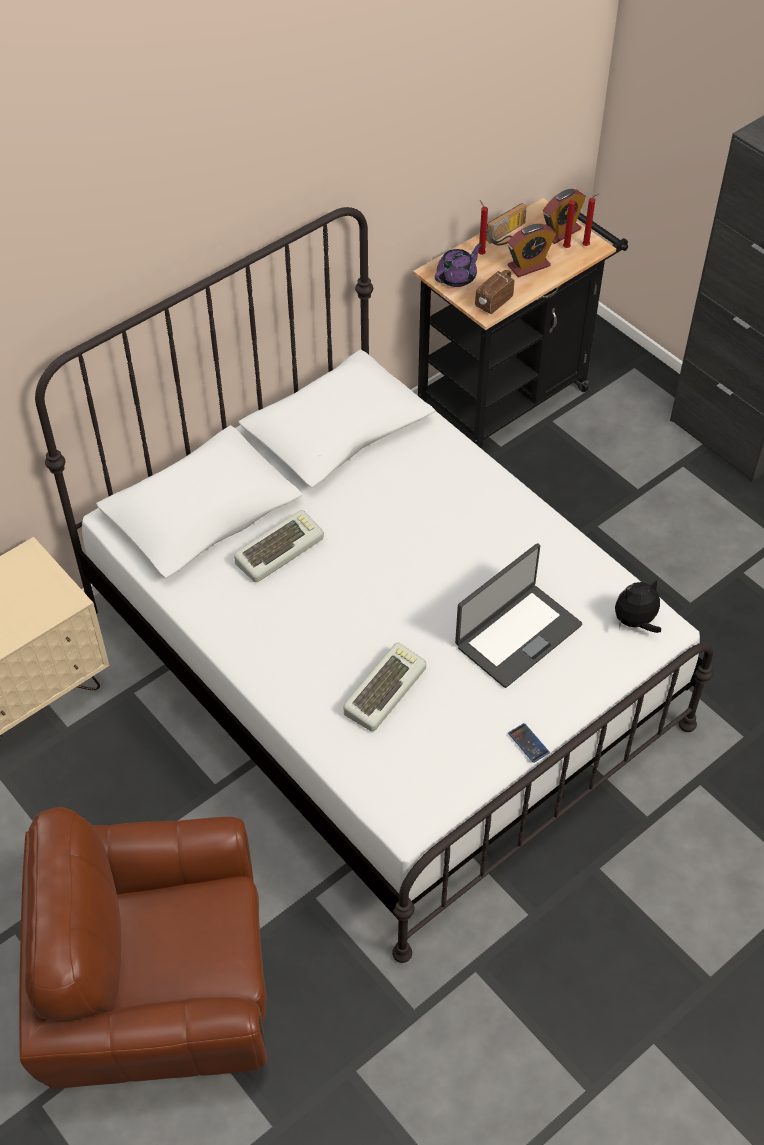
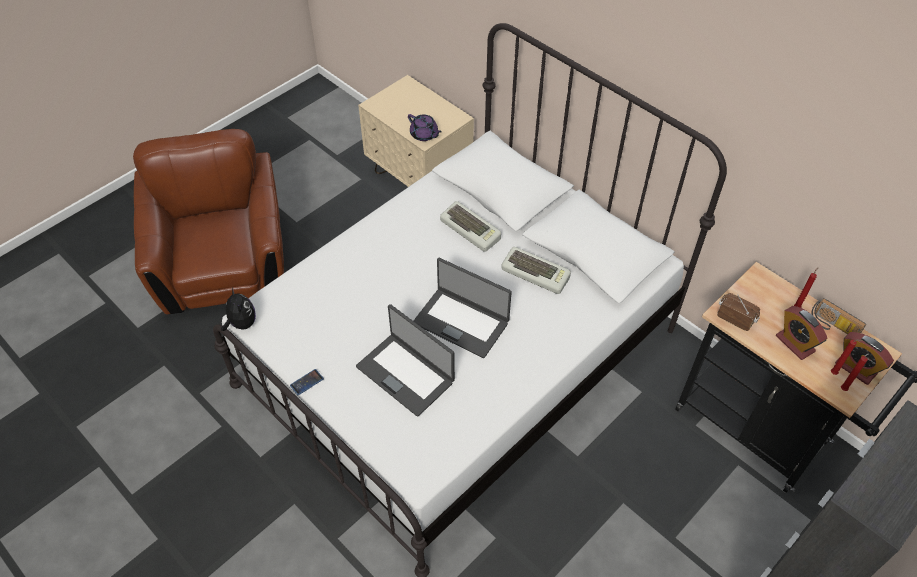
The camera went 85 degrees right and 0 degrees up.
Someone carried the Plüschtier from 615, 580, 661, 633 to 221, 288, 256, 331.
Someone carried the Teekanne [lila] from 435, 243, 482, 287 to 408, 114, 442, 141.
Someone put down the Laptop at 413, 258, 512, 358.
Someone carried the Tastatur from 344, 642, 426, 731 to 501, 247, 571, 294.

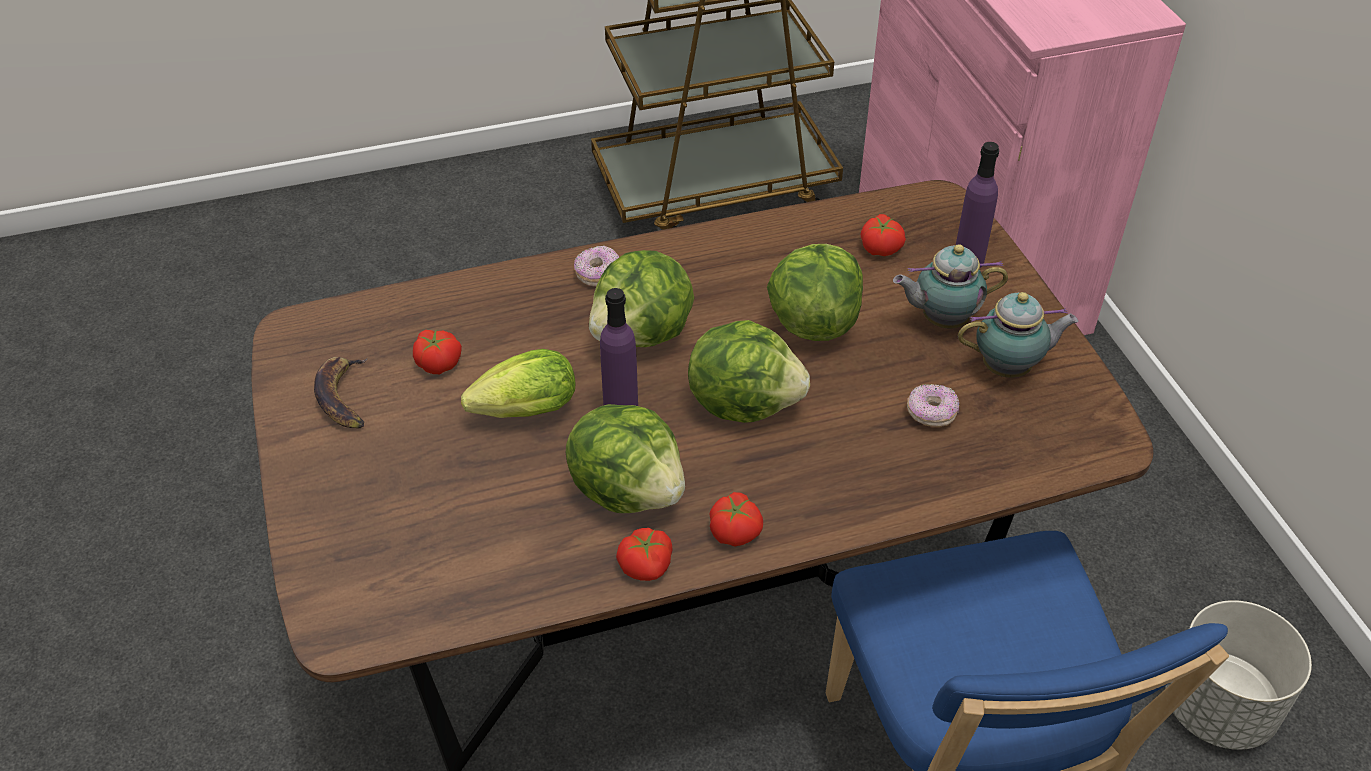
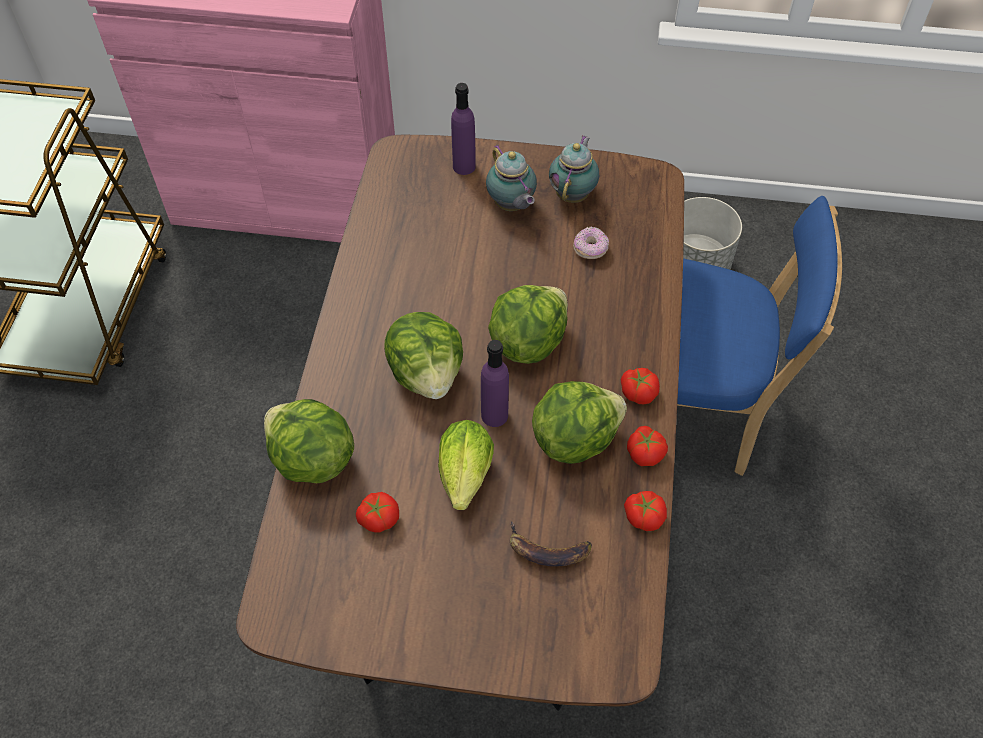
The camera went 65 degrees left and 10 degrees up.
Someone carried the Salatkopf from 767, 244, 863, 341 to 264, 399, 354, 483.
Someone rotated the Teekanne at 893, 244, 1008, 329 by 45 degrees counterclockwise.
Someone carried the Banane from 314, 357, 368, 428 to 510, 521, 592, 567.
Someone carried the Tomate from 861, 214, 906, 256 to 624, 491, 667, 531.
Someone took away the Donut at 574, 246, 619, 287.

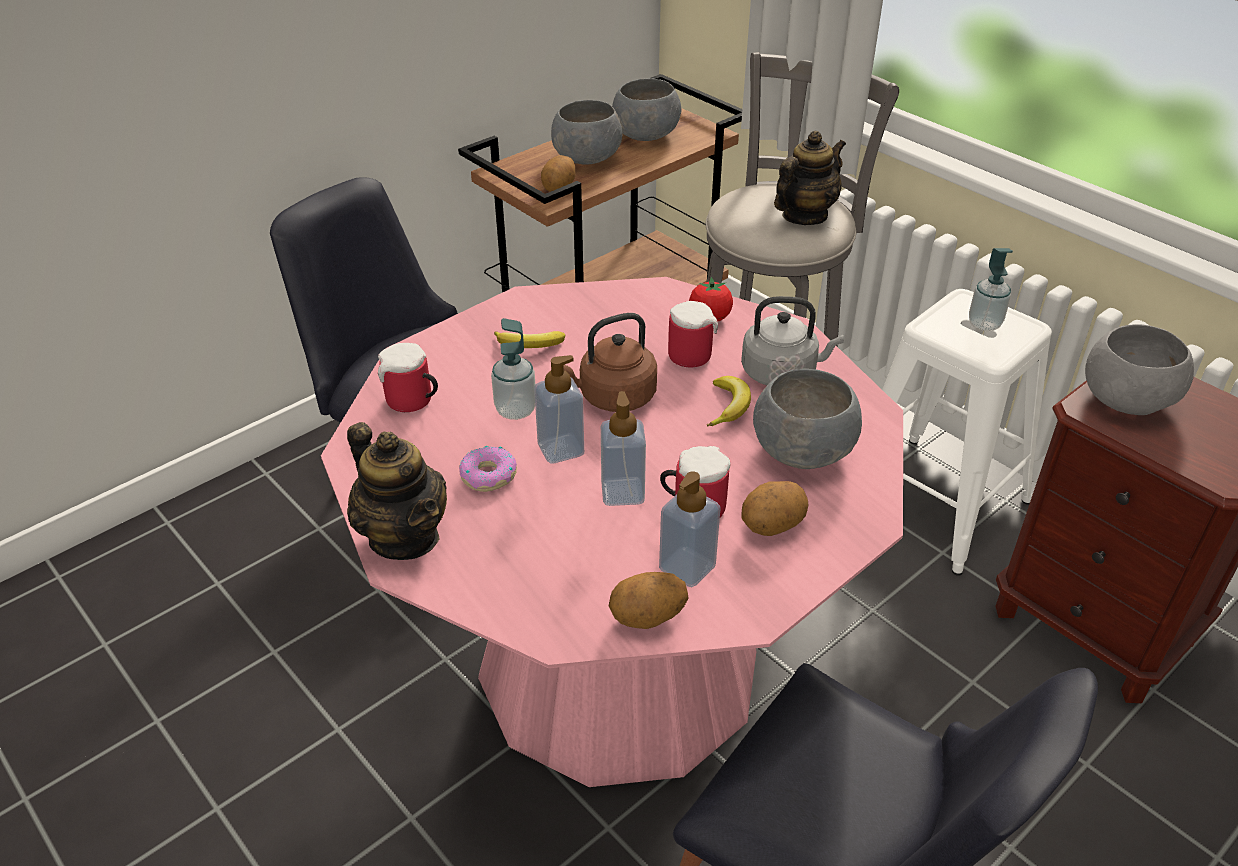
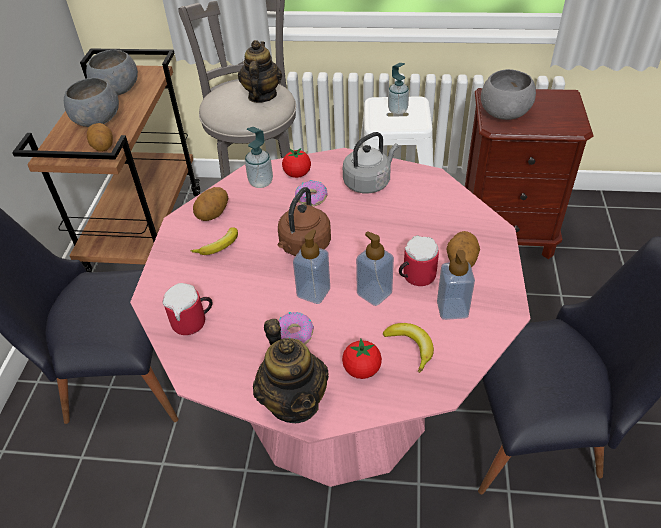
The camera went 40 degrees left and 5 degrees up.
Someone carried the Kartoffel from 609, 572, 688, 629 to 193, 187, 229, 221.
Someone carried the Seifenspender from 491, 318, 535, 420 to 245, 127, 273, 188.
Someone rotated the Teekanne at 347, 422, 447, 560 by 60 degrees clockwise.
Someone swapped the Henkelbecher at 668, 301, 718, 367 for the Donut at 295, 180, 328, 206.
Someone put down the Tomate at 342, 339, 382, 379.
Someone carried the Banane from 707, 376, 751, 426 to 383, 323, 434, 373.
Someone took away the Schüssel [grau] at 753, 369, 862, 469.

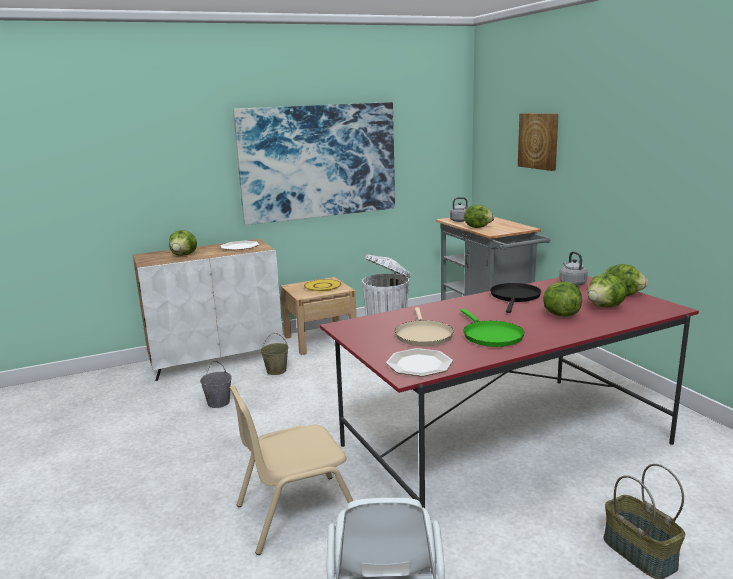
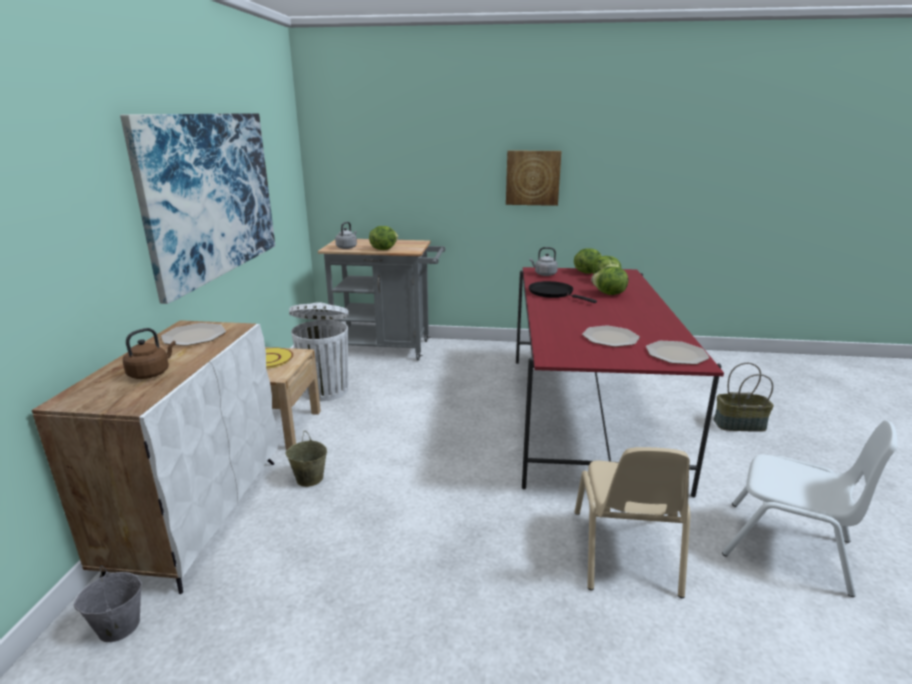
The camera went 60 degrees left and 5 degrees up.
Someone carried the Eimer [grau] from 200, 361, 232, 408 to 74, 565, 142, 642.
Someone swapped the Salatkopf at 169, 230, 197, 256 for the Wasserkessel [braun] at 123, 328, 176, 379.
Someone carried the Bild from 518, 113, 559, 171 to 506, 151, 562, 206.
Someone swapped the Pfanne [beige] at 395, 307, 454, 346 for the Teller at 582, 325, 640, 347.
Someone took away the Pfanne [grün] at 460, 309, 525, 347.

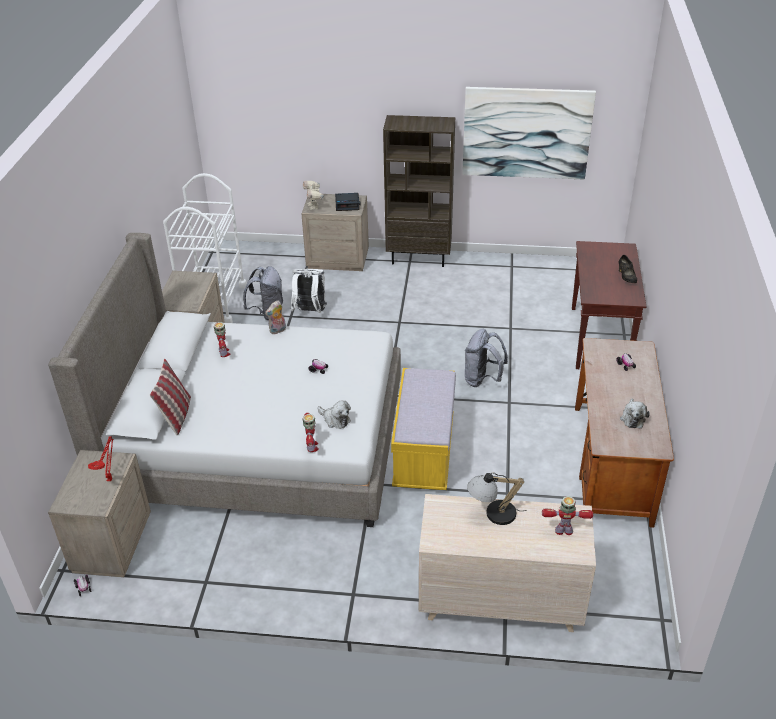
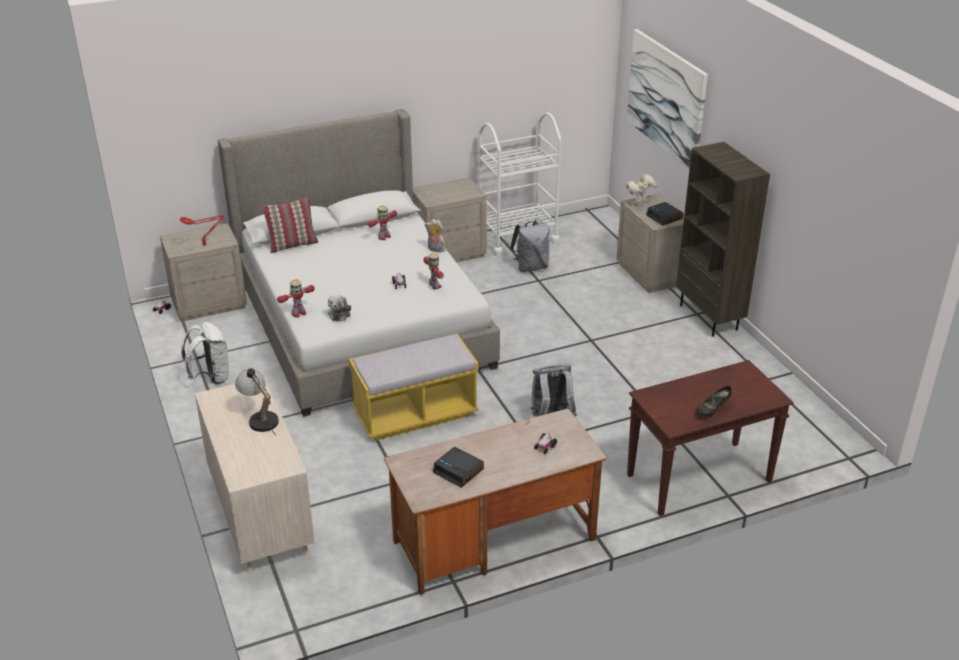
The camera went 60 degrees right and 5 degrees down.
Someone carried the Rucksack [weiß] from 291, 269, 327, 313 to 181, 322, 229, 385.
Someone carried the Spielzeugroboter from 542, 496, 593, 535 to 423, 253, 444, 289.
Someone swapped the Plüschtier at 620, 399, 650, 428 for the Wecker at 433, 447, 484, 488.
Someone carried the Bild from 462, 87, 596, 180 to 627, 29, 708, 169.

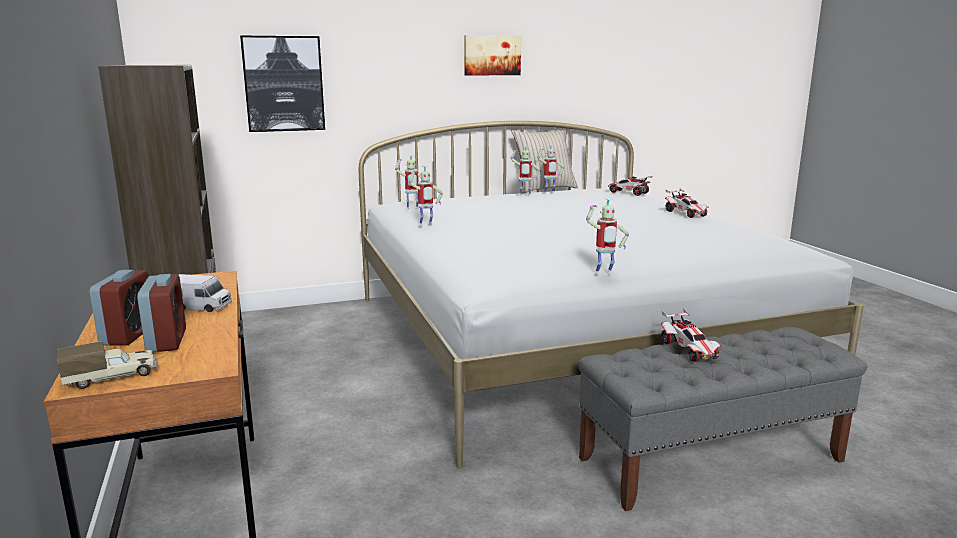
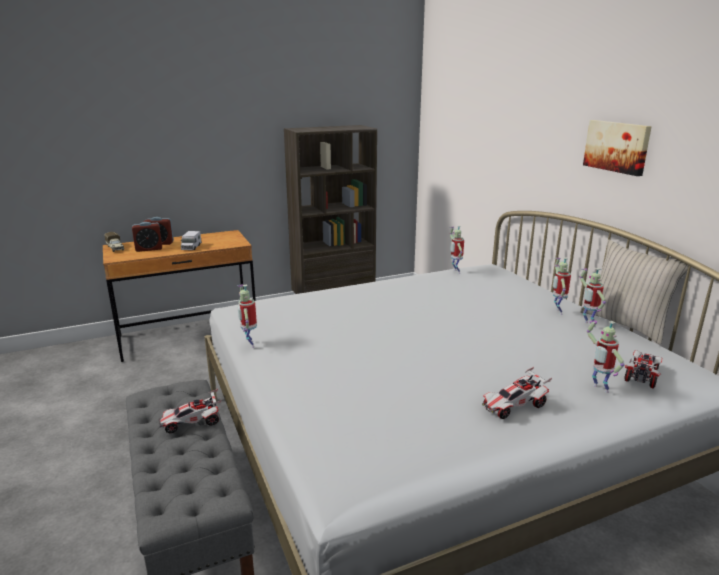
The camera went 85 degrees right and 5 degrees up.
Someone carried the Spielzeugroboter from 409, 166, 443, 226 to 587, 321, 624, 393.
Someone took away the Bild at 240, 36, 325, 132.

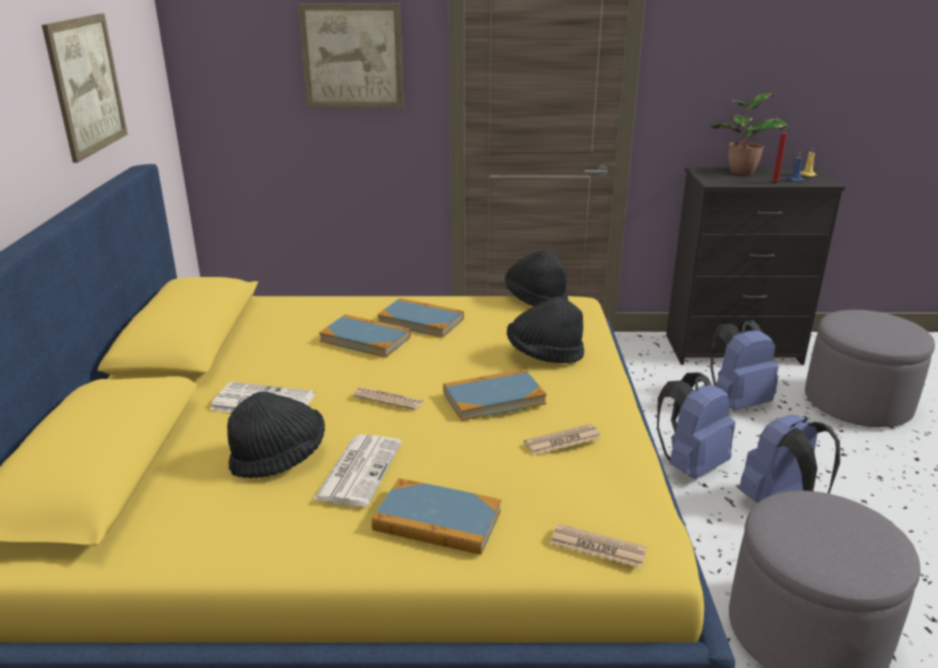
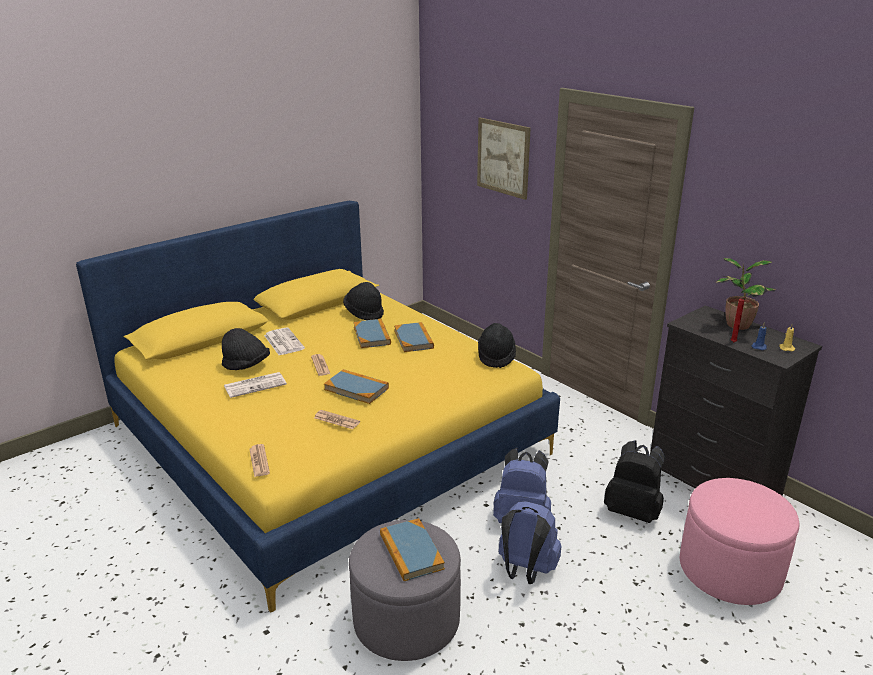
The camera went 50 degrees right and 0 degrees up.
Someone carried the Hut [schwarz] from 507, 297, 584, 363 to 343, 282, 384, 320.
Someone carried the Buch from 372, 478, 501, 555 to 380, 518, 445, 581.
Someone repainted the Rucksack [blau] at 710, 320, 778, 410, which became the Rucksack [schwarz] at 604, 440, 666, 523.
Someone repainted the Polsterhocker [grau] at 805, 310, 935, 427, which became the Polsterhocker [rosa] at 680, 478, 799, 605.
Someone took away the Bild at 42, 14, 128, 163.

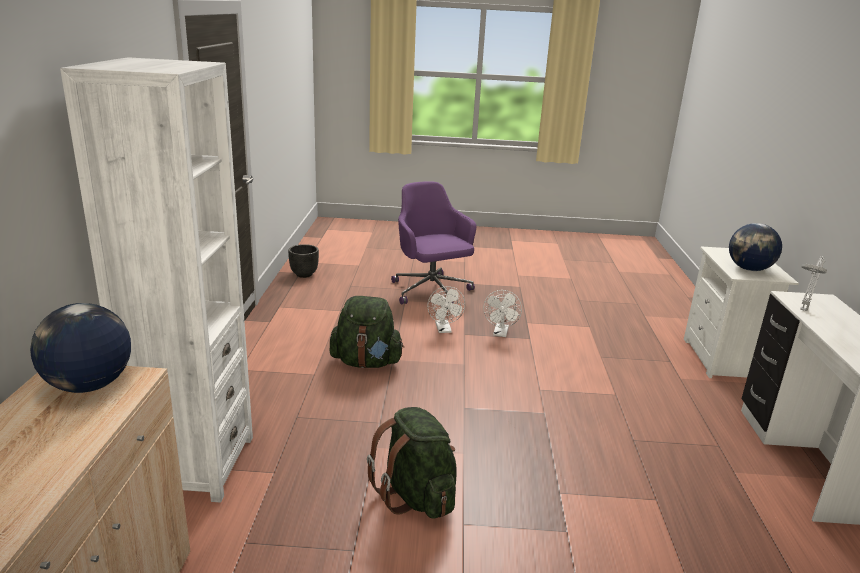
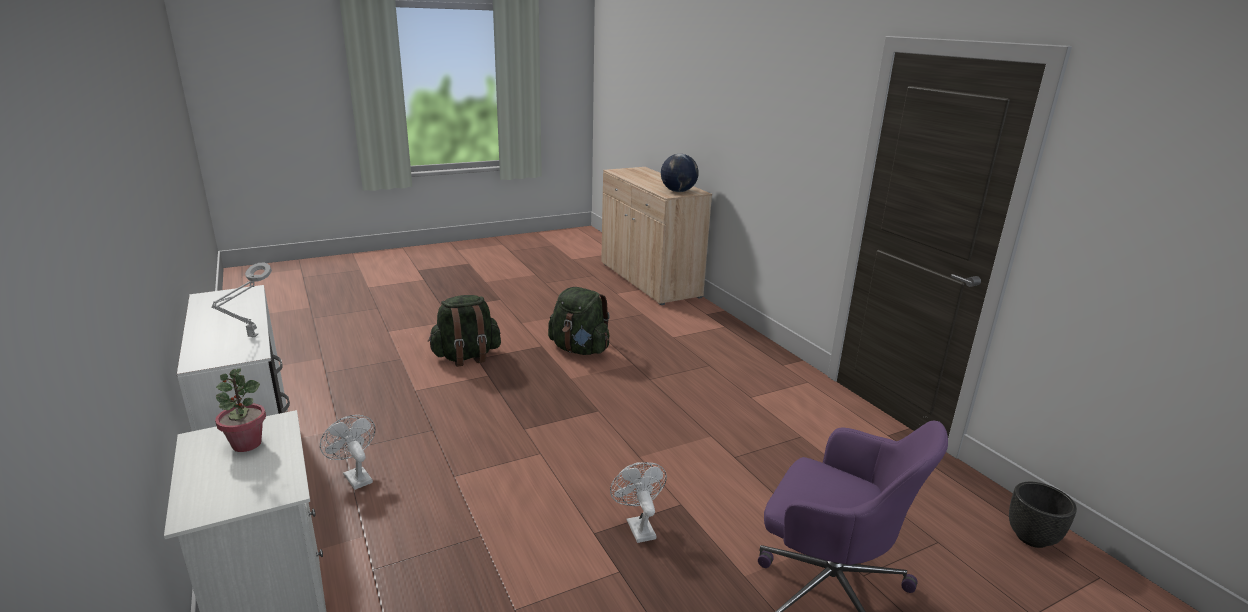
The camera went 150 degrees right and 0 degrees up.
Someone swapped the Globus at 729, 223, 782, 271 for the Topfpflanze at 215, 369, 266, 452.
Someone carried the Ventilator [weiß] from 427, 286, 465, 333 to 320, 415, 375, 490.
Someone carried the Rucksack [grün] from 330, 296, 404, 368 to 428, 295, 501, 367.
Someone took away the Bücherregal [weiß] at 60, 57, 253, 503.

